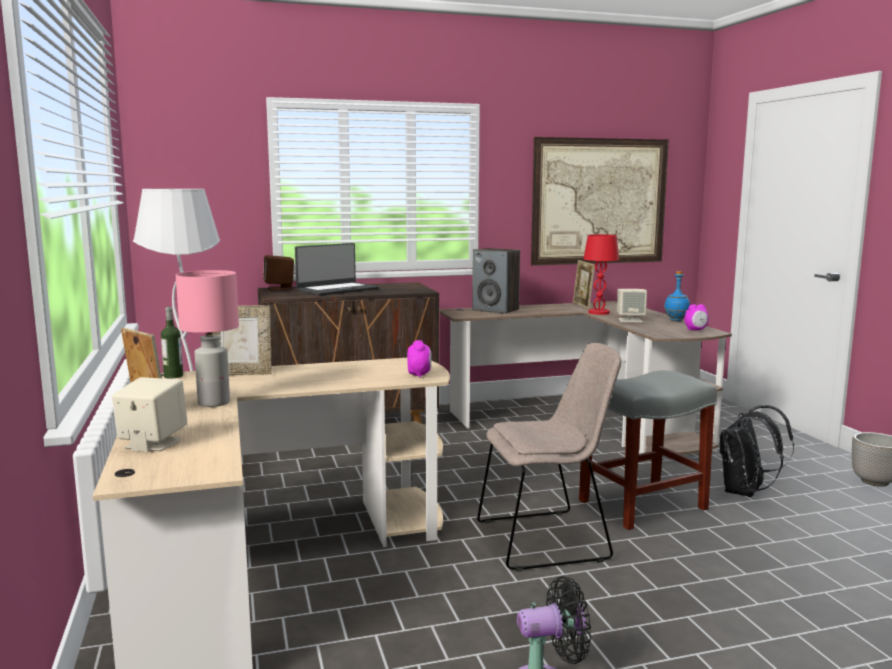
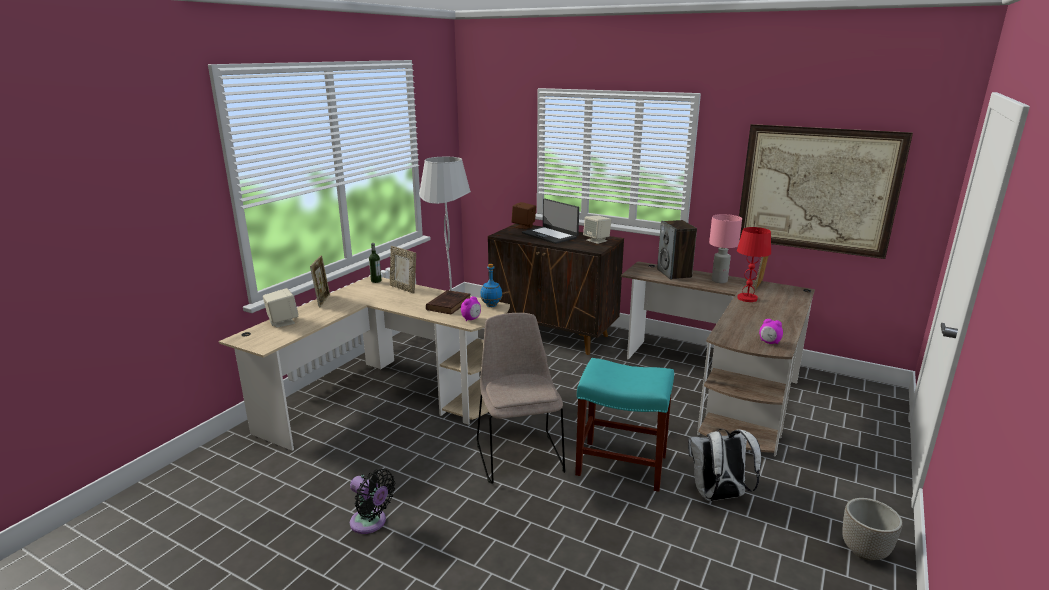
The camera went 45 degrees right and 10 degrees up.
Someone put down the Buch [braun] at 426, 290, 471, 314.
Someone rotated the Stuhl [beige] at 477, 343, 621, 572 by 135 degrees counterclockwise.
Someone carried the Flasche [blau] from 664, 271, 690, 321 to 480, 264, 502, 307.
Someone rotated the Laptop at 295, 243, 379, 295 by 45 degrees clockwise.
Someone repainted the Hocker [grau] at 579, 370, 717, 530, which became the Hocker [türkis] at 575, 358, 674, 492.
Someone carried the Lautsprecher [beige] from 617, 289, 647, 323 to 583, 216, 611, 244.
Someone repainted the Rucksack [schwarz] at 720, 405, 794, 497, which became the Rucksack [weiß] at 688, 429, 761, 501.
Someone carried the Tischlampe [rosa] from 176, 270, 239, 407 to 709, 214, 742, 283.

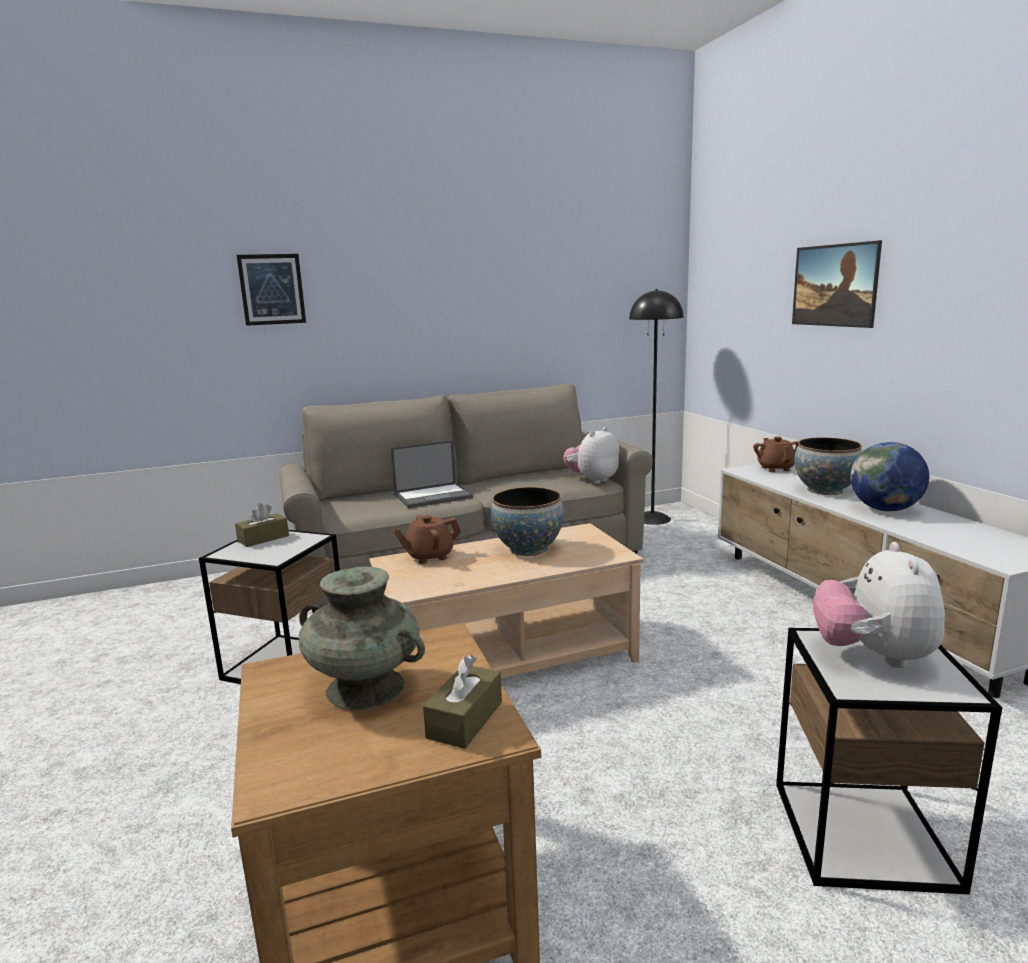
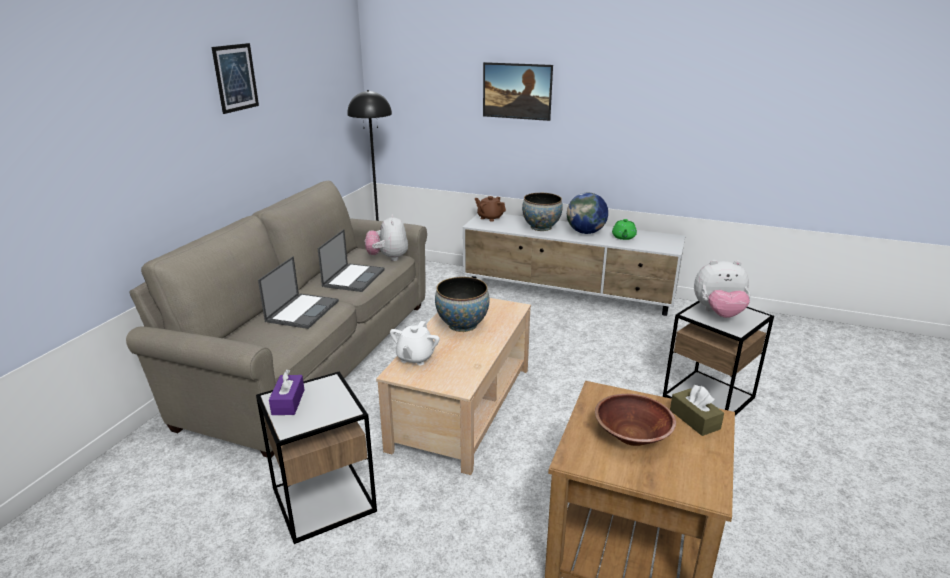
The camera went 50 degrees left and 10 degrees up.
Someone carried the Bild from 237, 254, 306, 326 to 211, 43, 259, 114.
Someone repainted the Taschentuchbox [braun] at 235, 503, 289, 547, which became the Taschentuchbox [lila] at 269, 370, 304, 415.
Someone put down the Laptop at 318, 229, 385, 292.
Someone repainted the Teekanne [braun] at 393, 515, 461, 564, which became the Teekanne [weiß] at 390, 321, 440, 365.
Someone swapped the Vase [türkis] at 299, 567, 425, 710 for the Schüssel [braun] at 595, 394, 676, 446.
Someone put down the Teekanne [grün] at 612, 219, 637, 240.
Someone rotated the Plüschtier at 813, 542, 945, 668 by 45 degrees counterclockwise.

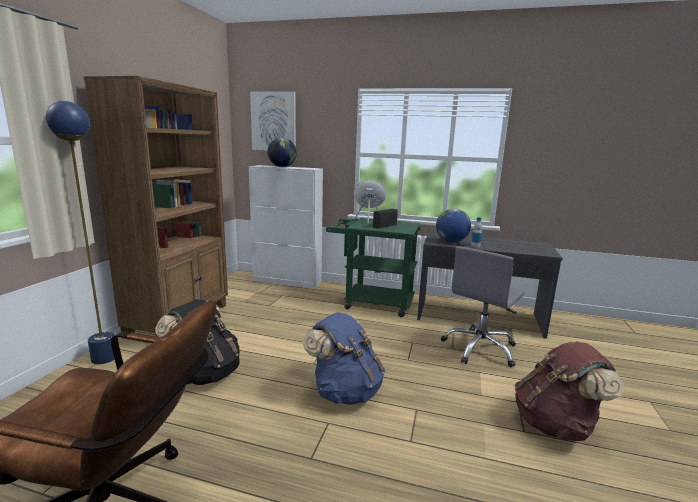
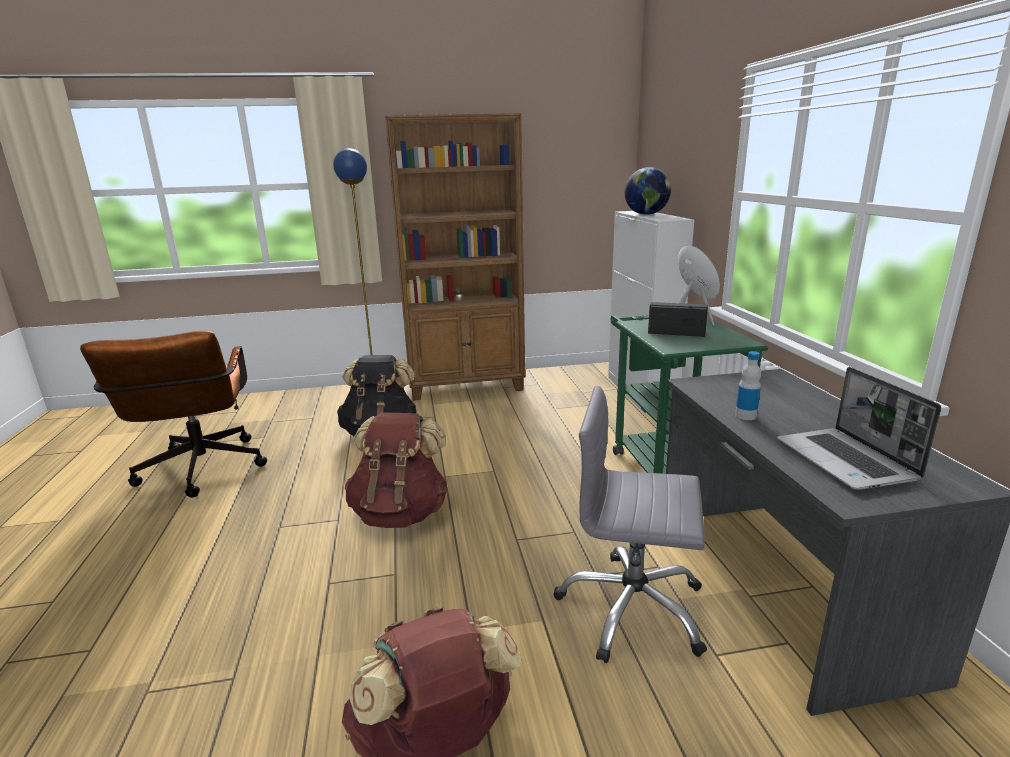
The camera went 65 degrees right and 5 degrees up.
Someone repainted the Rucksack [blau] at 303, 312, 385, 405, which became the Rucksack [braun] at 345, 412, 449, 528.
Someone put down the Laptop at 777, 367, 941, 490.
Someone took away the Bild at 250, 91, 296, 151.
Someone took away the Globus at 436, 208, 471, 242.

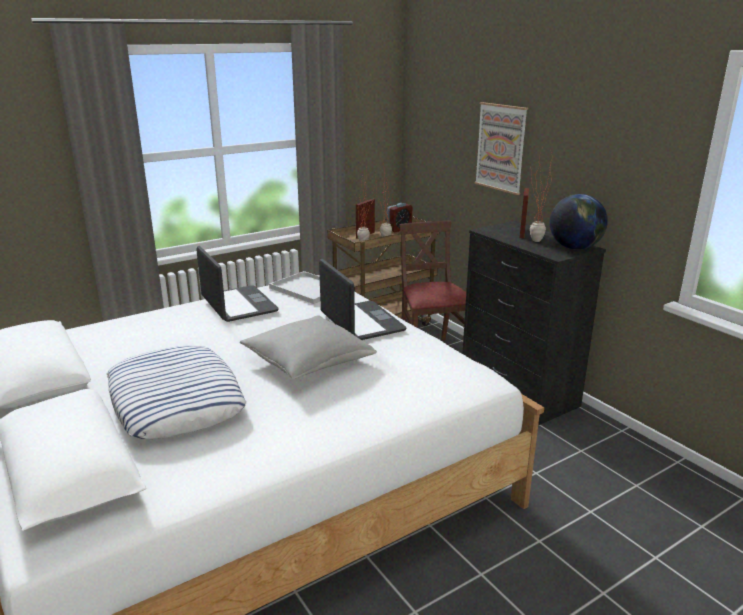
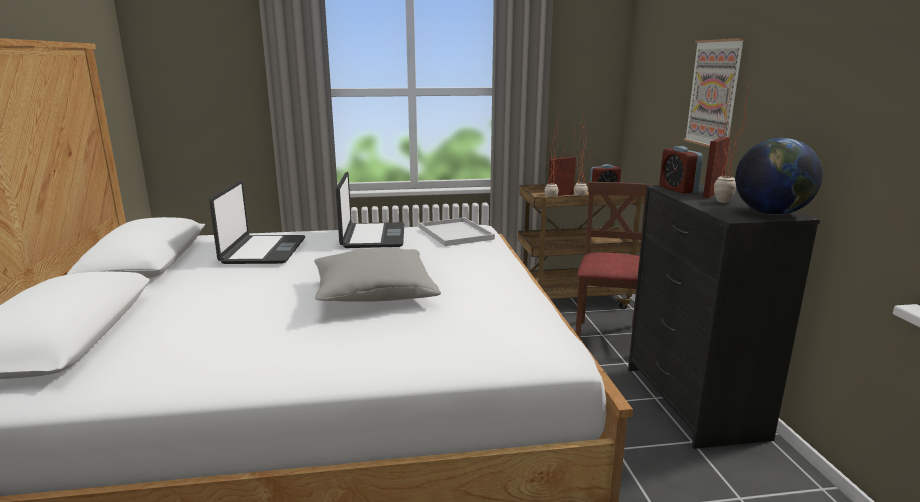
The camera went 25 degrees right and 5 degrees down.
Someone carried the Laptop from 319, 259, 406, 340 to 209, 181, 305, 264.
Someone put down the Wecker at 659, 146, 703, 194.
Someone took away the Kissen at 107, 345, 246, 439.

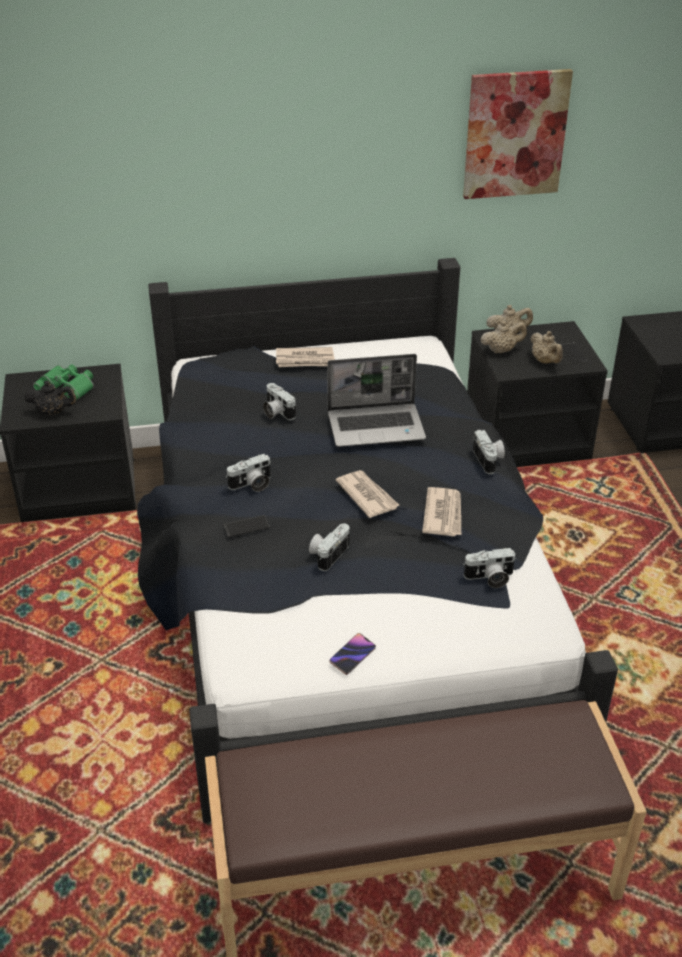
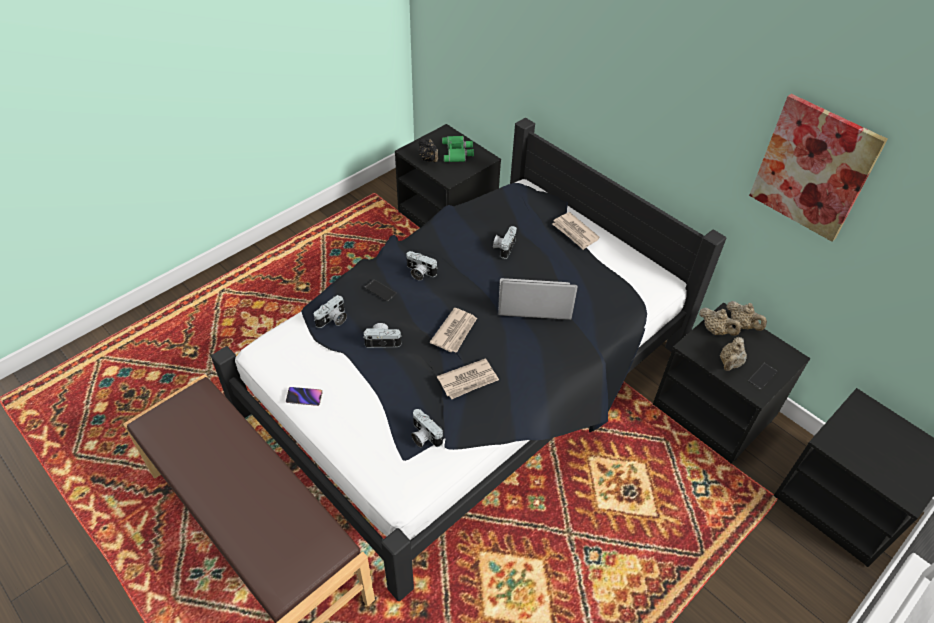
The camera went 55 degrees right and 10 degrees up.
Someone carried the Kamera from 473, 430, 505, 474 to 314, 295, 347, 328.
Someone rotated the Laptop at 327, 354, 426, 447 by 135 degrees clockwise.

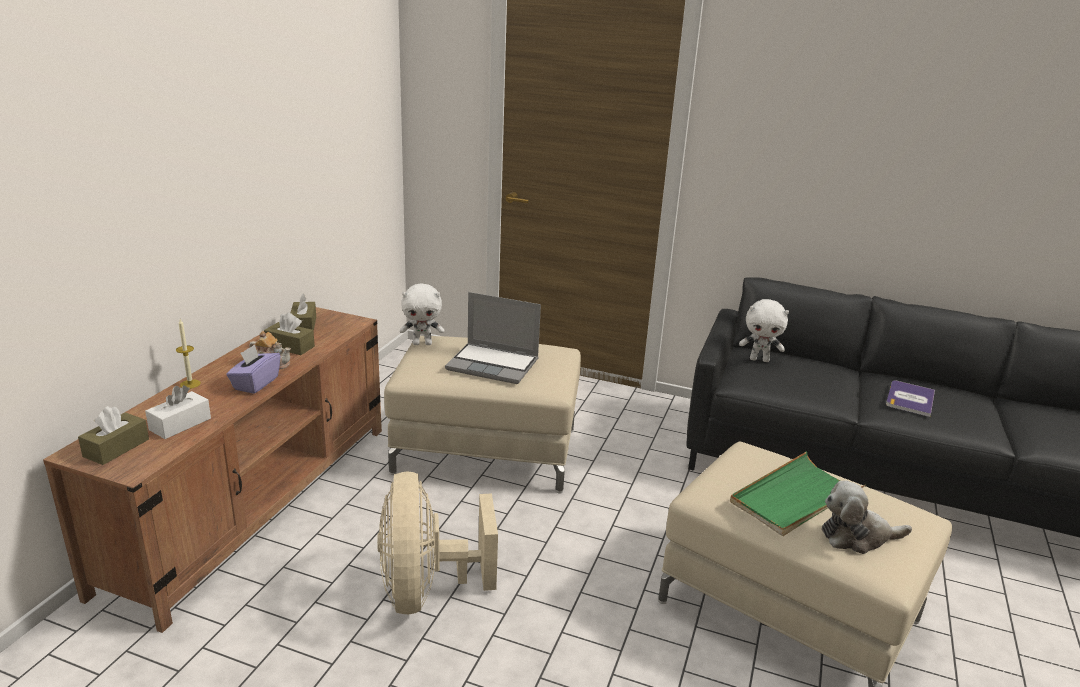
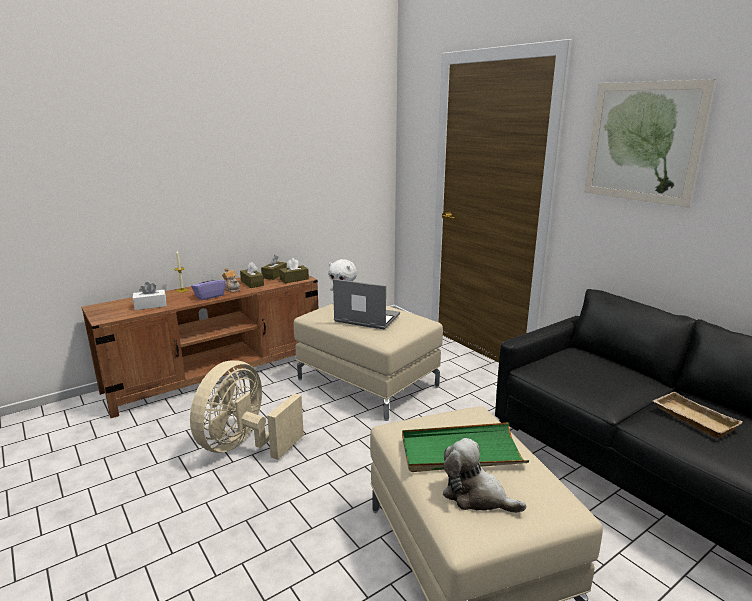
The camera went 35 degrees right and 5 degrees down.
Someone carried the Taschentuchbox [braun] from 78, 406, 149, 465 to 279, 258, 309, 283.
Someone rotated the Laptop at 445, 292, 541, 384 by 150 degrees clockwise.
Someone put up the Bild at 584, 79, 716, 207.
Someone swapped the Buch at 886, 381, 935, 417 for the Tablett [beige] at 653, 391, 743, 438.
Someone took away the Plüschtier [weiß] at 739, 299, 789, 362.

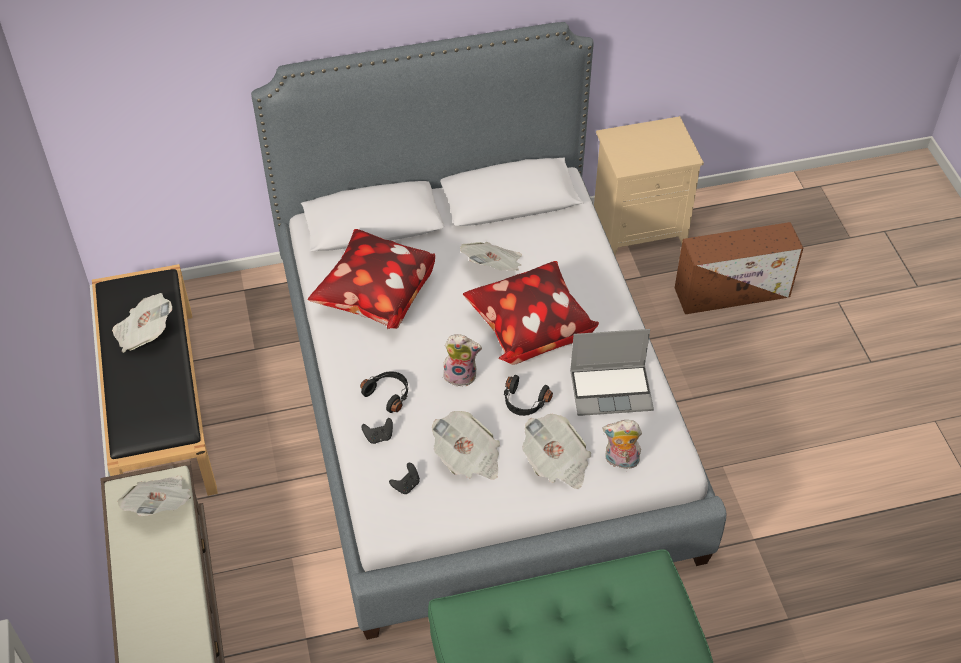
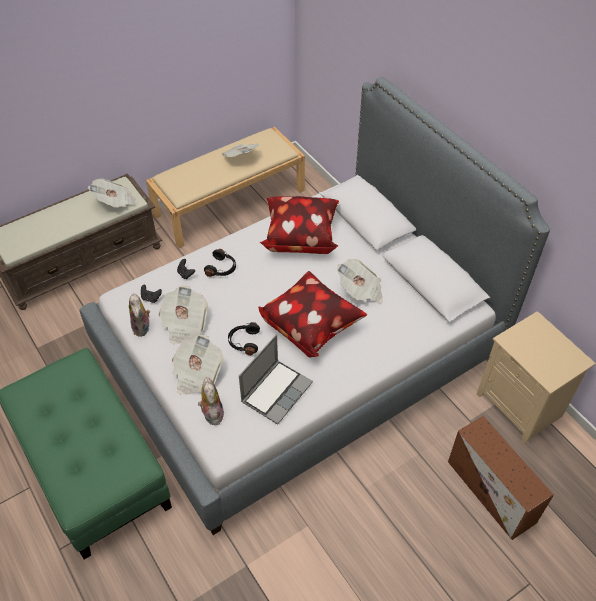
The camera went 70 degrees right and 0 degrees up.
Someone carried the Plüschtier from 440, 334, 482, 386 to 129, 293, 150, 337.
Someone repainted the Bank [schwarz] at 92, 264, 218, 496, which became the Bank [beige] at 146, 127, 305, 248.
Someone rotated the Laptop at 570, 329, 654, 416 by 120 degrees counterclockwise.

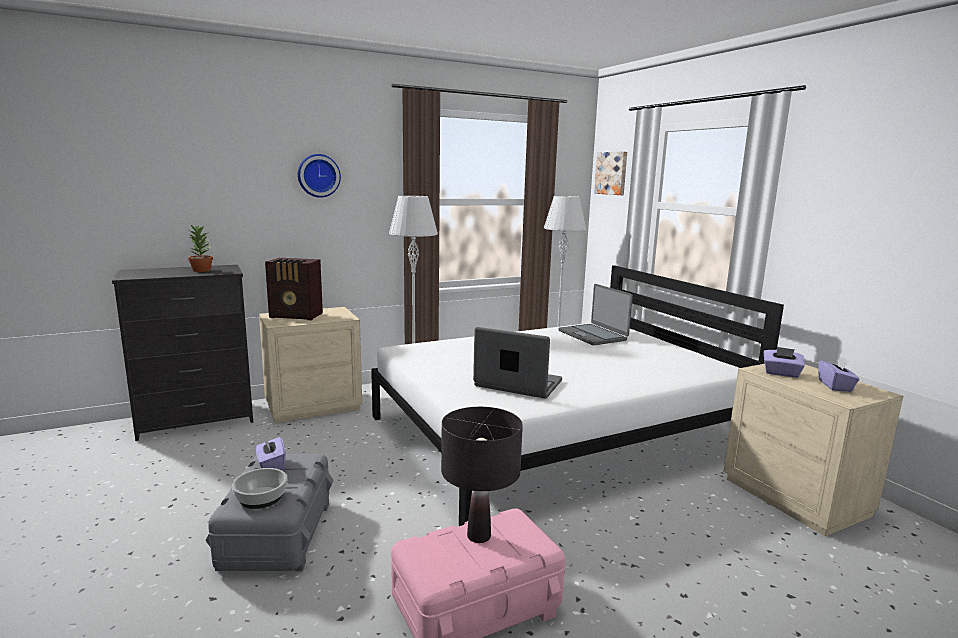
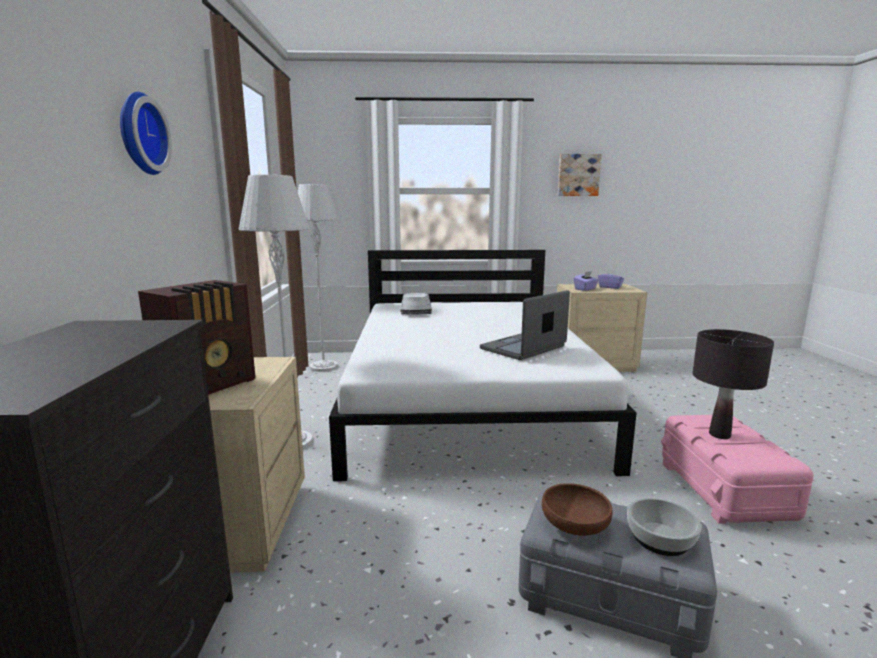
The camera went 65 degrees left and 0 degrees up.
Someone swapped the Laptop at 558, 284, 633, 345 for the Hut [grau] at 400, 293, 432, 314.
Someone swapped the Taschentuchbox [lila] at 256, 436, 286, 471 for the Schüssel [braun] at 542, 483, 613, 536.
Someone carried the Bild from 594, 152, 627, 195 to 558, 154, 601, 196.
Someone took away the Topfpflanze at 188, 225, 213, 272.

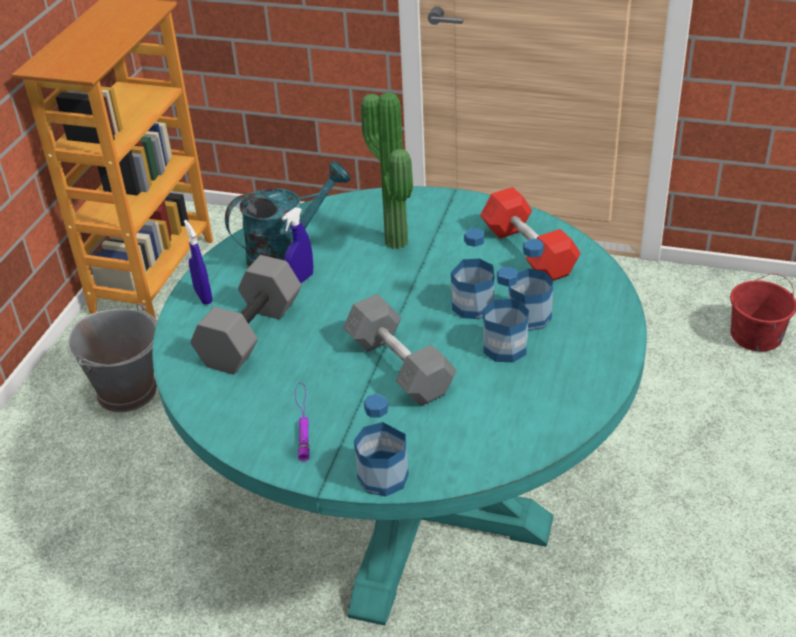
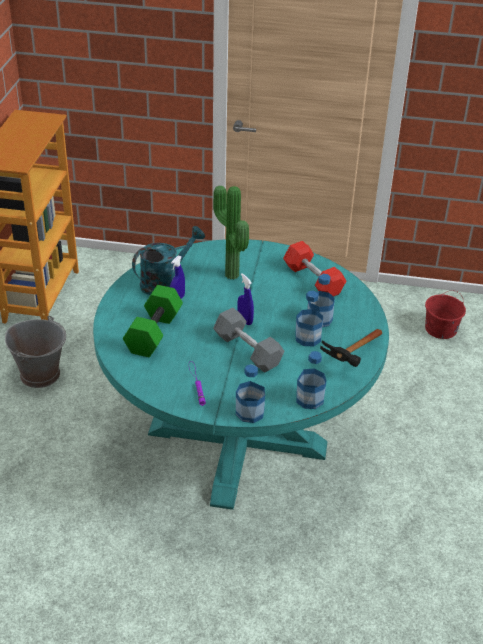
The camera went 10 degrees left and 0 degrees up.
Someone repainted the Hantel [grau] at 190, 255, 301, 375, which became the Hantel [grün] at 123, 285, 183, 357.
Someone carried the Sprühflasche [blau] from 184, 220, 213, 305 to 237, 273, 254, 325.
Someone carried the Flasche from 451, 228, 494, 319 to 296, 351, 326, 409.
Someone put down the Hammer at 320, 329, 382, 367.

